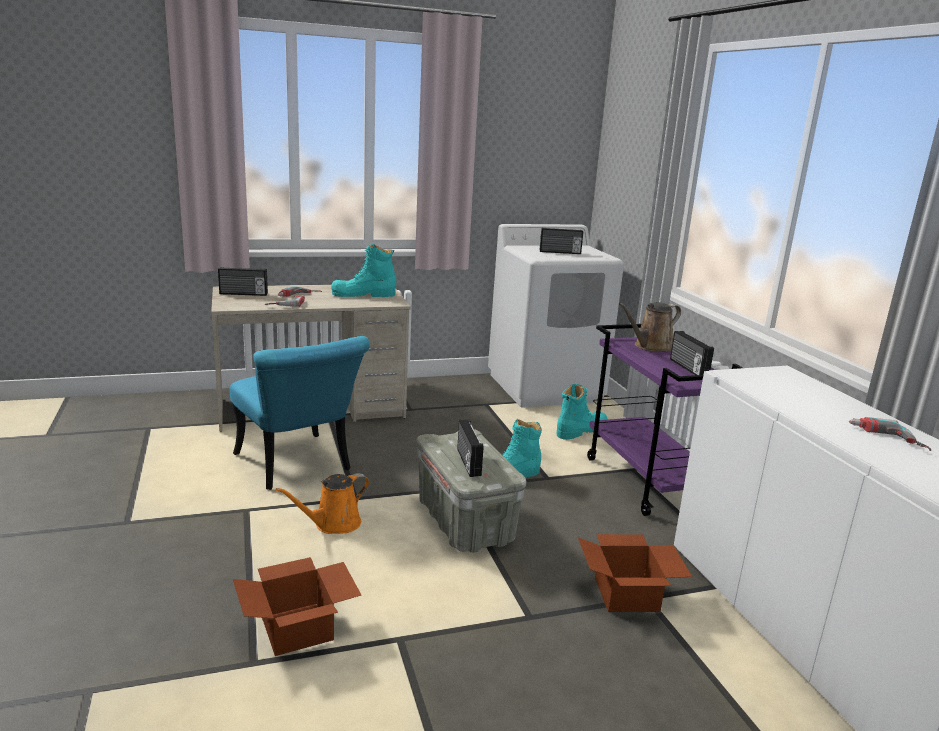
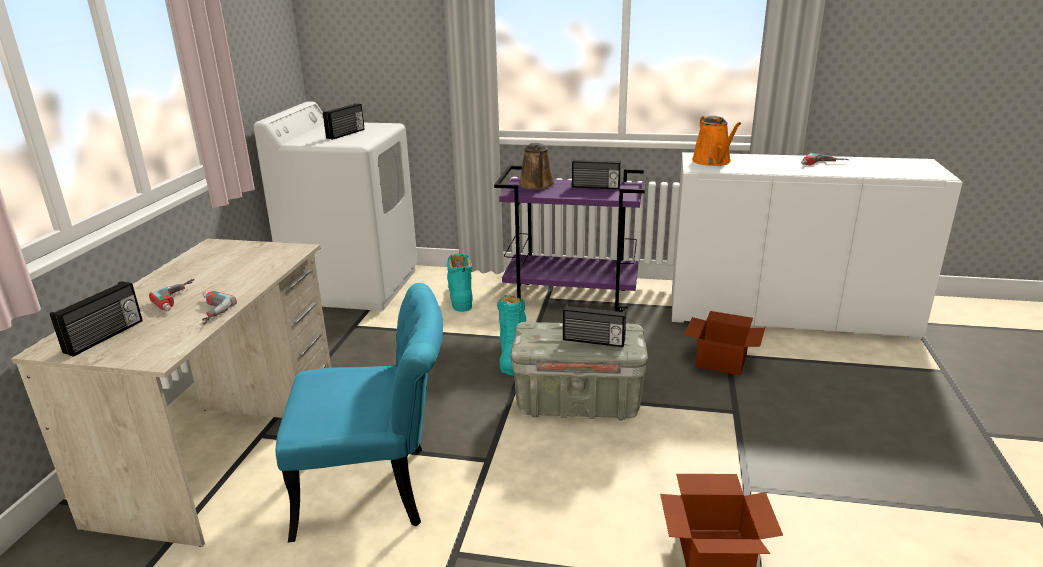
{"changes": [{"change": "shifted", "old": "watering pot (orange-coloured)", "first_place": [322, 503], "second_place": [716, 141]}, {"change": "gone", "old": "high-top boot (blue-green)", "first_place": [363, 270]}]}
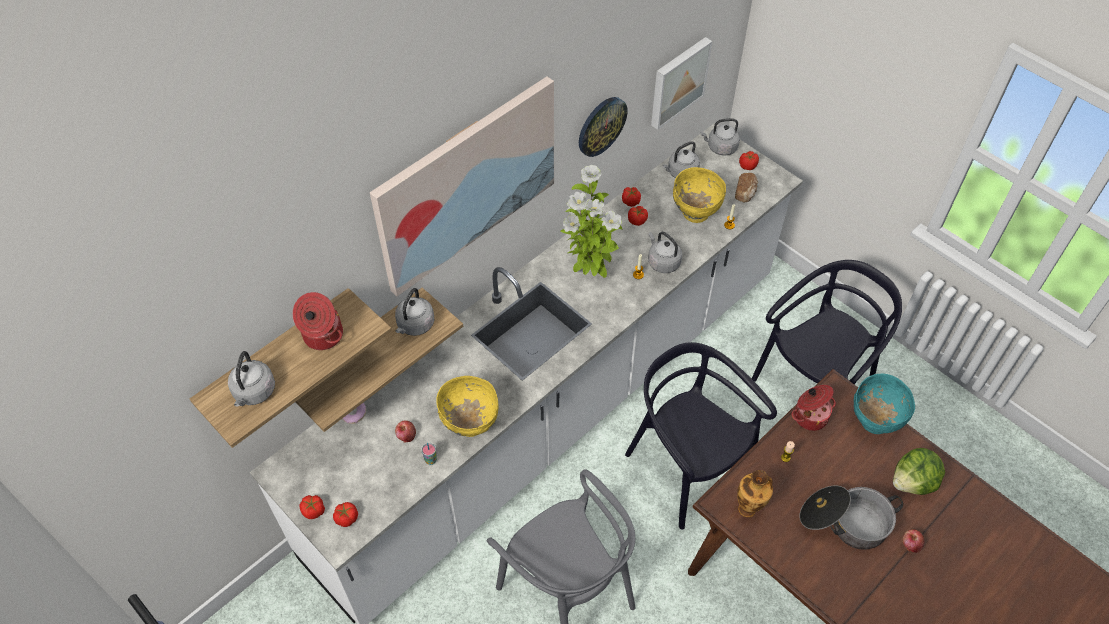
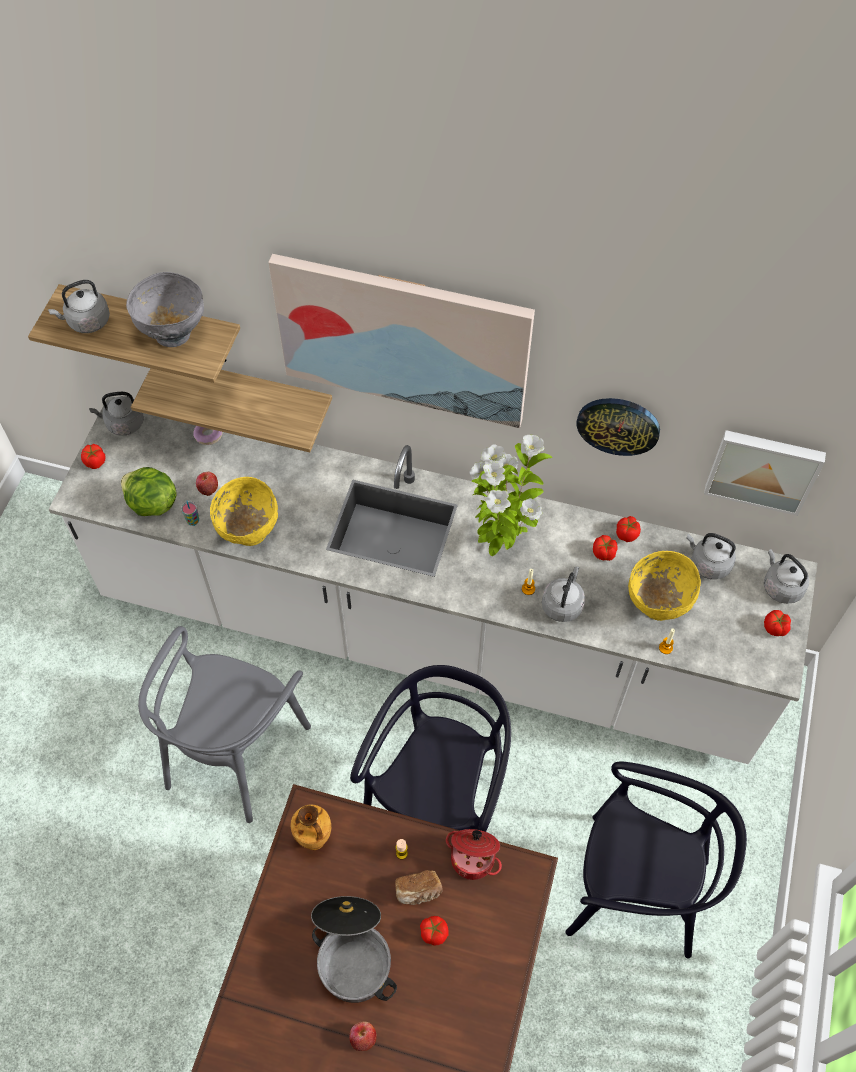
{"changes": [{"change": "shifted", "old": "water kettle (grey)", "first_place": [414, 312], "second_place": [116, 414]}, {"change": "shifted", "old": "lettuce", "first_place": [919, 471], "second_place": [149, 491]}, {"change": "swapped", "old": "stockpot", "new": "serving bowl (grey)", "first_place": [318, 321], "second_place": [165, 309]}, {"change": "shifted", "old": "bakery bread", "first_place": [746, 187], "second_place": [419, 887]}, {"change": "shifted", "old": "tomato", "first_place": [345, 514], "second_place": [434, 931]}, {"change": "gone", "old": "serving bowl (blue-green)", "first_place": [884, 404]}]}
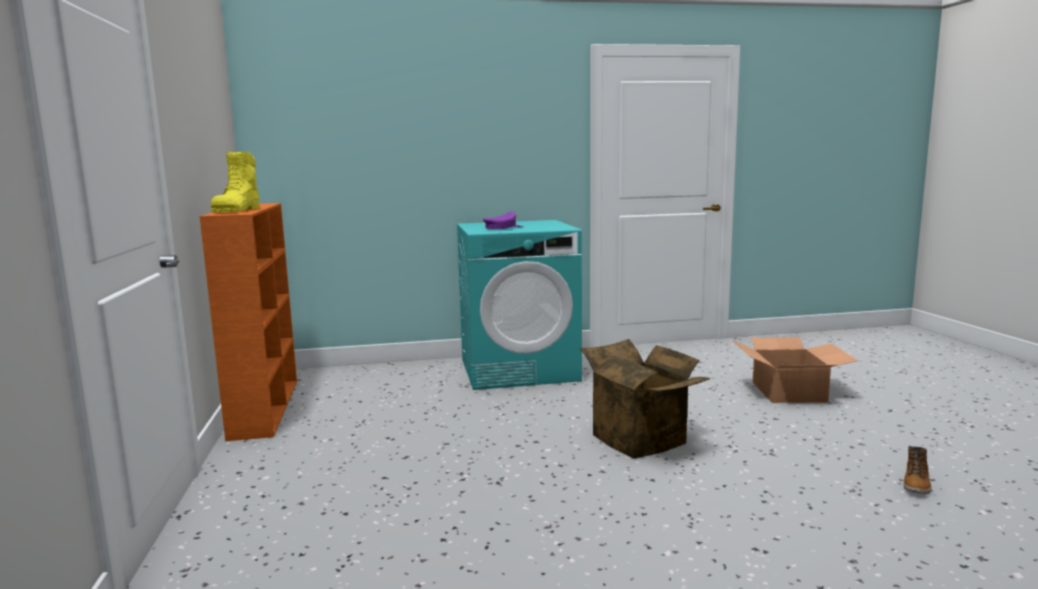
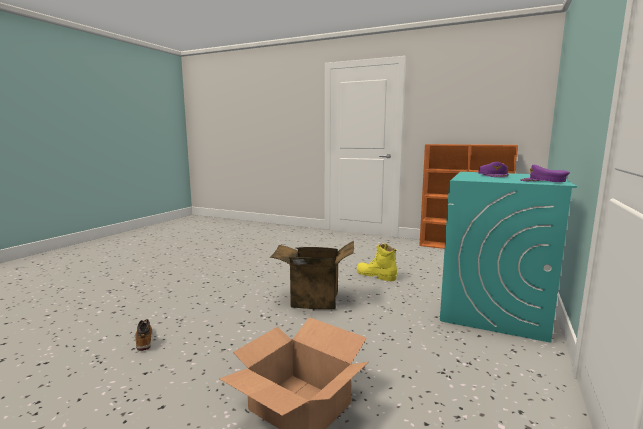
{"changes": [{"change": "shifted", "old": "high-top boot (yellowish)", "first_place": [235, 182], "second_place": [377, 262]}, {"change": "new", "new": "cap (purple)", "second_place": [545, 173]}]}
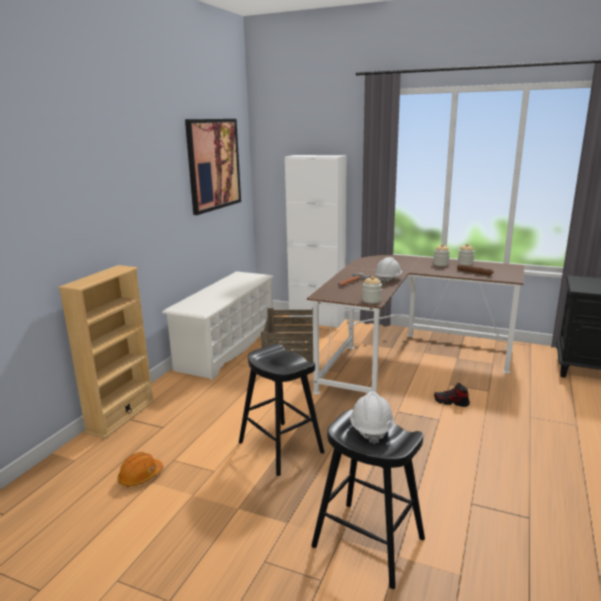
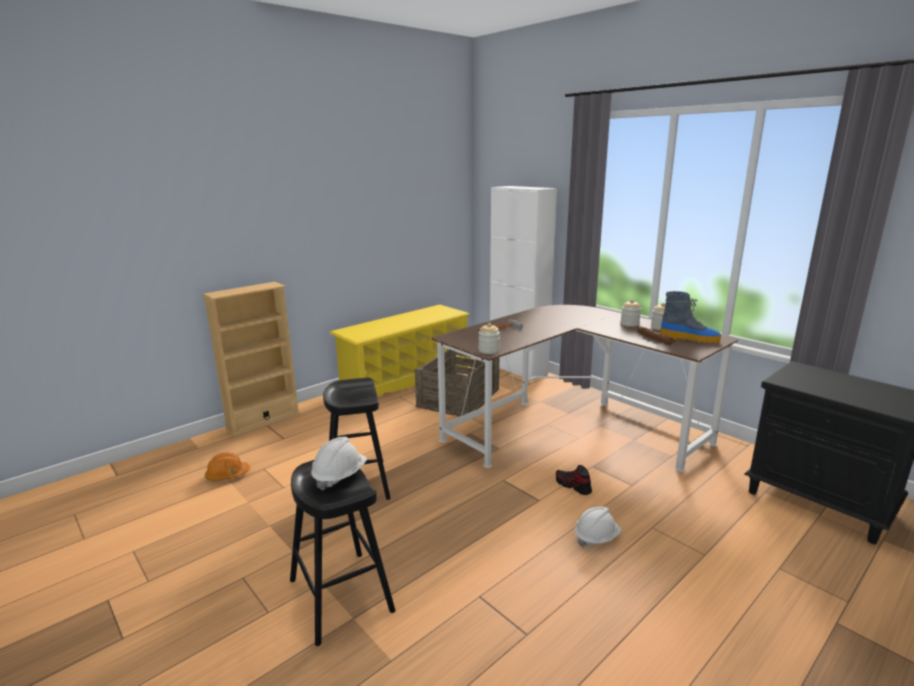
{"changes": [{"change": "repainted", "old": "shoe rack (white-coloured)", "new": "shoe rack (yellowish)", "first_place": [218, 325], "second_place": [399, 351]}, {"change": "shifted", "old": "work helmet (white-coloured)", "first_place": [389, 270], "second_place": [598, 527]}, {"change": "new", "new": "high-top boot", "second_place": [690, 317]}, {"change": "gone", "old": "picture", "first_place": [213, 167]}]}
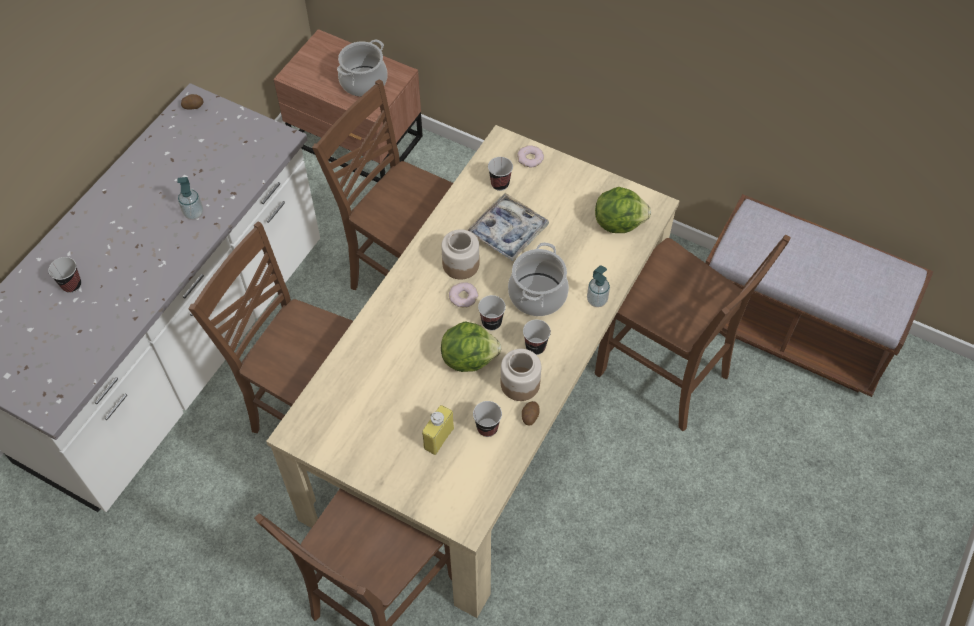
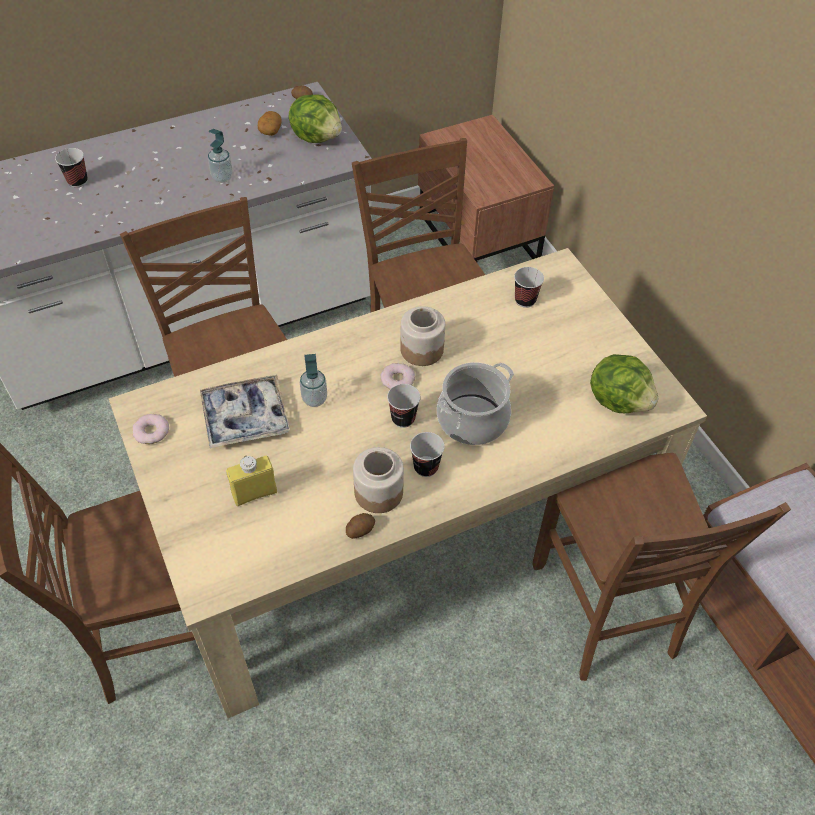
{"changes": [{"change": "shifted", "old": "doughnut", "first_place": [530, 156], "second_place": [150, 429]}, {"change": "shifted", "old": "serving tray", "first_place": [508, 227], "second_place": [245, 411]}, {"change": "new", "new": "whole potato", "second_place": [269, 123]}, {"change": "shifted", "old": "lettuce", "first_place": [471, 346], "second_place": [315, 118]}, {"change": "shifted", "old": "liquid soap bottle", "first_place": [598, 286], "second_place": [313, 380]}, {"change": "gone", "old": "stockpot", "first_place": [362, 68]}, {"change": "gone", "old": "small cup", "first_place": [487, 419]}]}
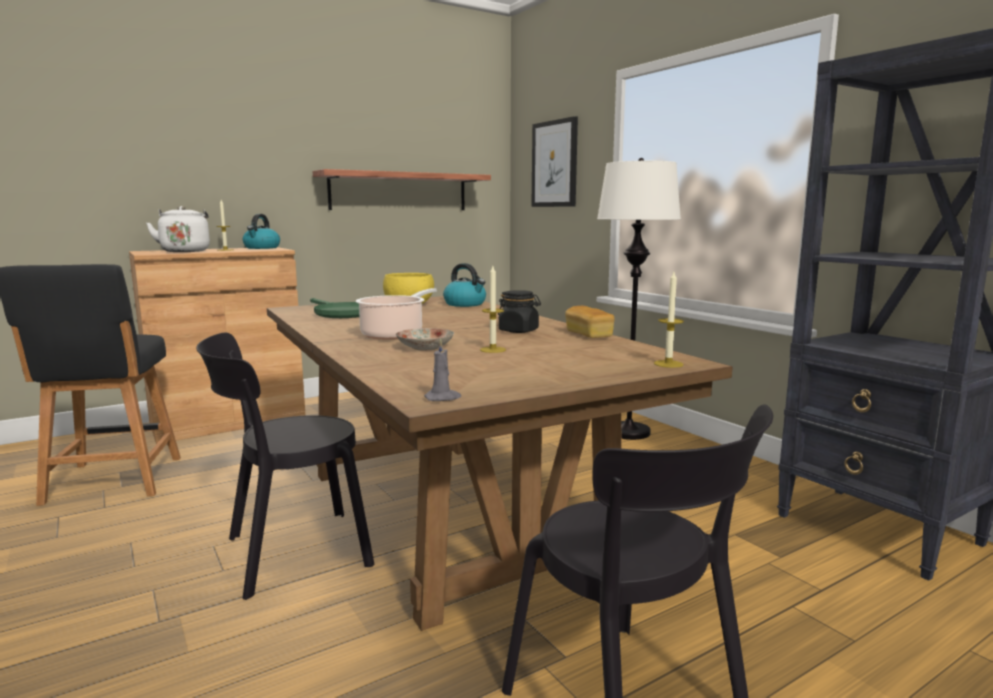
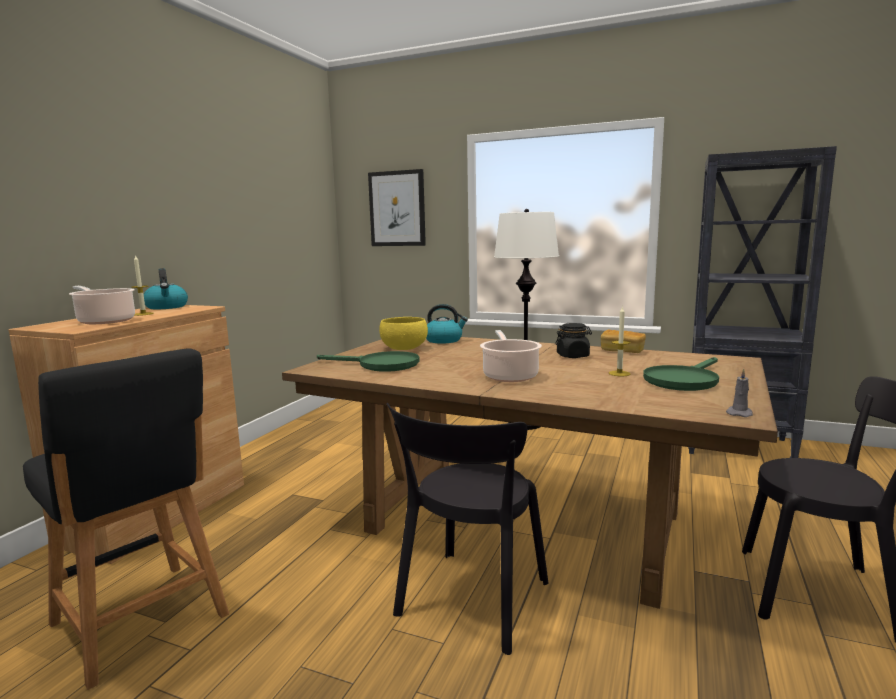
{"changes": [{"change": "swapped", "old": "water kettle (white-coloured)", "new": "stockpot", "first_place": [178, 229], "second_place": [102, 305]}, {"change": "new", "new": "frying pan (greenish)", "second_place": [681, 374]}, {"change": "gone", "old": "bracket shelf", "first_place": [402, 189]}, {"change": "gone", "old": "plate", "first_place": [425, 339]}, {"change": "gone", "old": "wax candle", "first_place": [669, 320]}]}
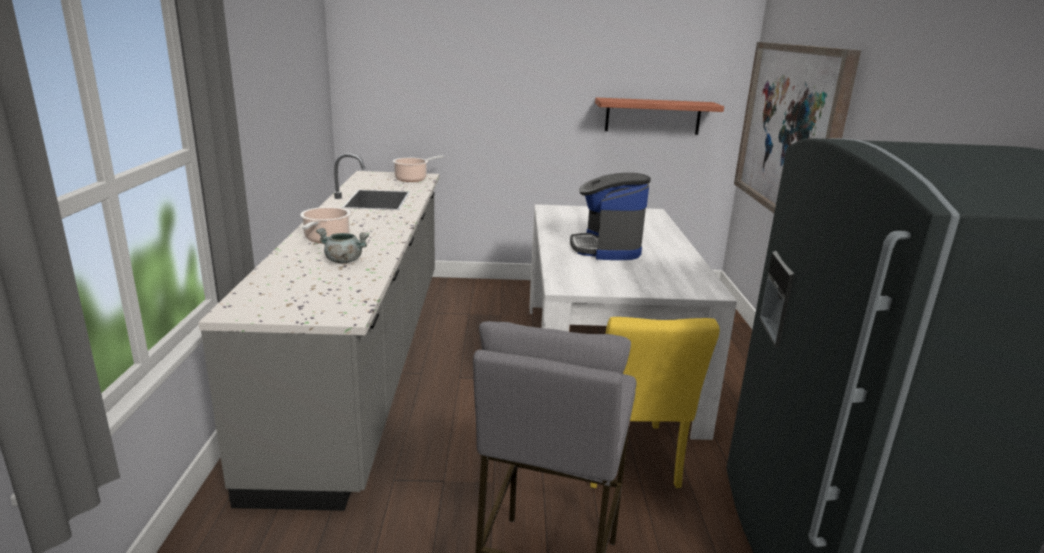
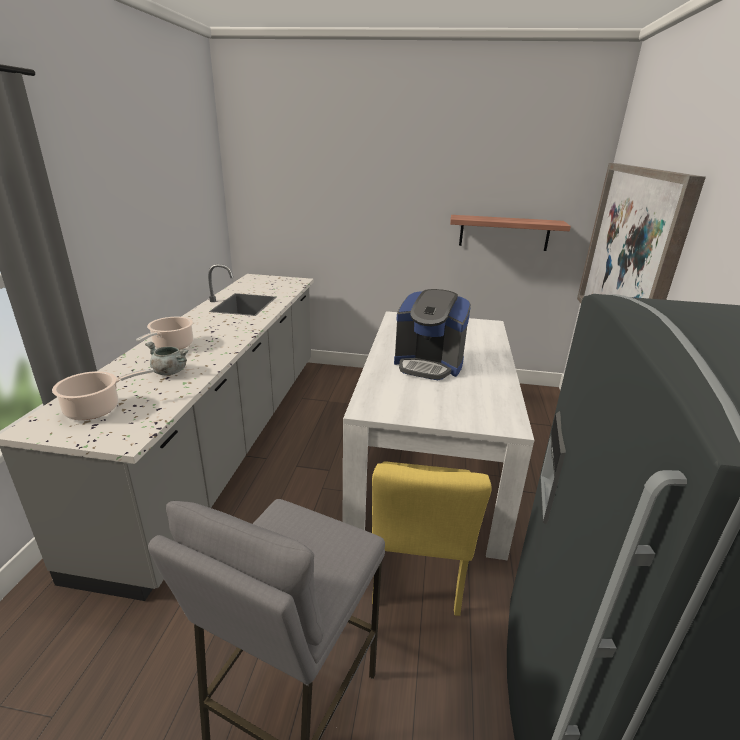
{"changes": [{"change": "shifted", "old": "stockpot", "first_place": [418, 168], "second_place": [103, 394]}, {"change": "rotated", "old": "coffee brewer", "first_place": [610, 216], "second_place": [432, 334], "degrees": -75}]}
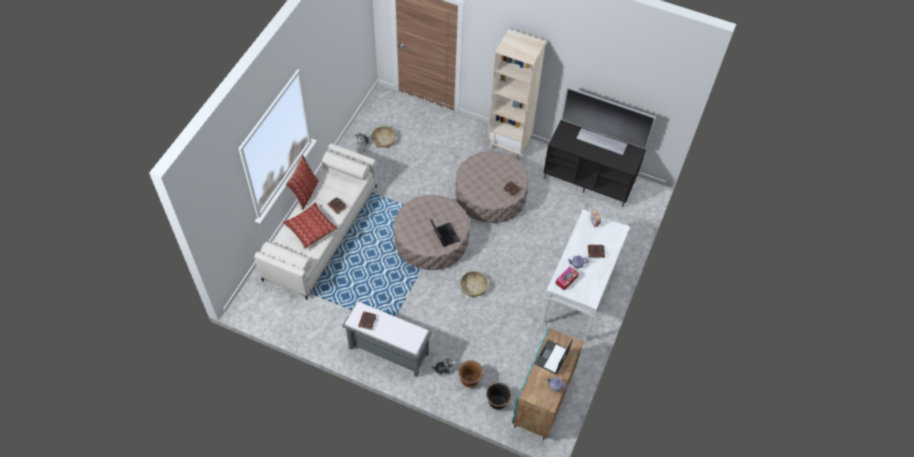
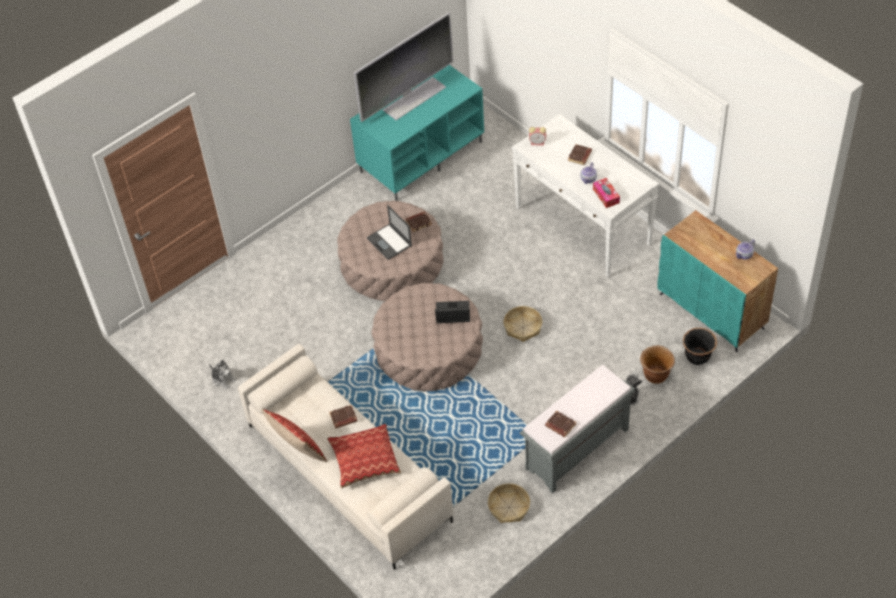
{"changes": [{"change": "repainted", "old": "tv unit (black)", "new": "tv unit (blue-green)", "first_place": [595, 163], "second_place": [417, 133]}, {"change": "shifted", "old": "laptop", "first_place": [553, 357], "second_place": [389, 232]}, {"change": "shifted", "old": "storage basket", "first_place": [383, 137], "second_place": [509, 503]}, {"change": "gone", "old": "bookshelf (sand-coloured)", "first_place": [516, 95]}]}
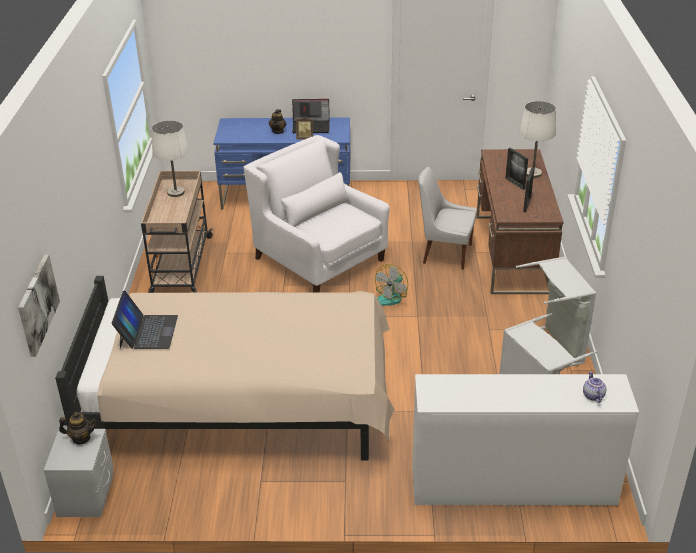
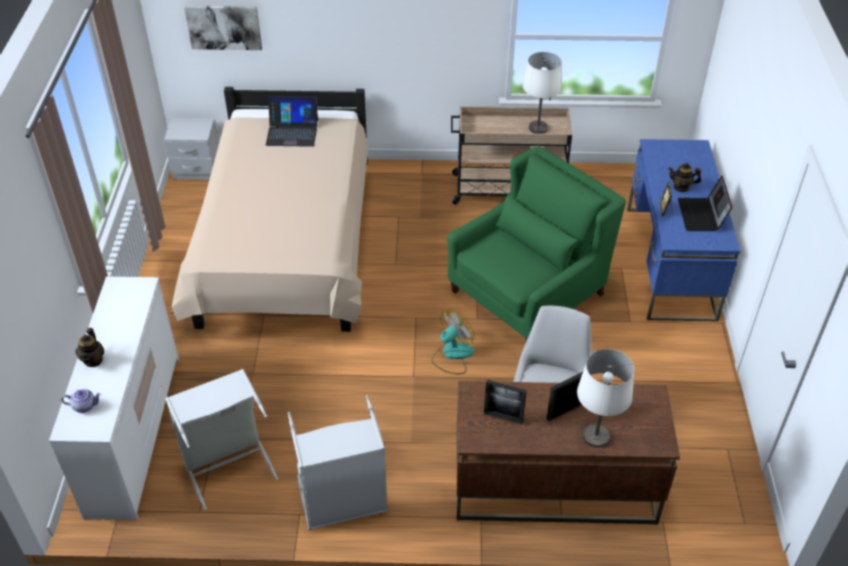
{"changes": [{"change": "shifted", "old": "tea pot", "first_place": [78, 428], "second_place": [89, 347]}, {"change": "rotated", "old": "electric fan", "first_place": [391, 285], "second_place": [453, 341], "degrees": 105}, {"change": "repainted", "old": "armchair (white-coloured)", "new": "armchair (greenish)", "first_place": [317, 214], "second_place": [536, 243]}]}
